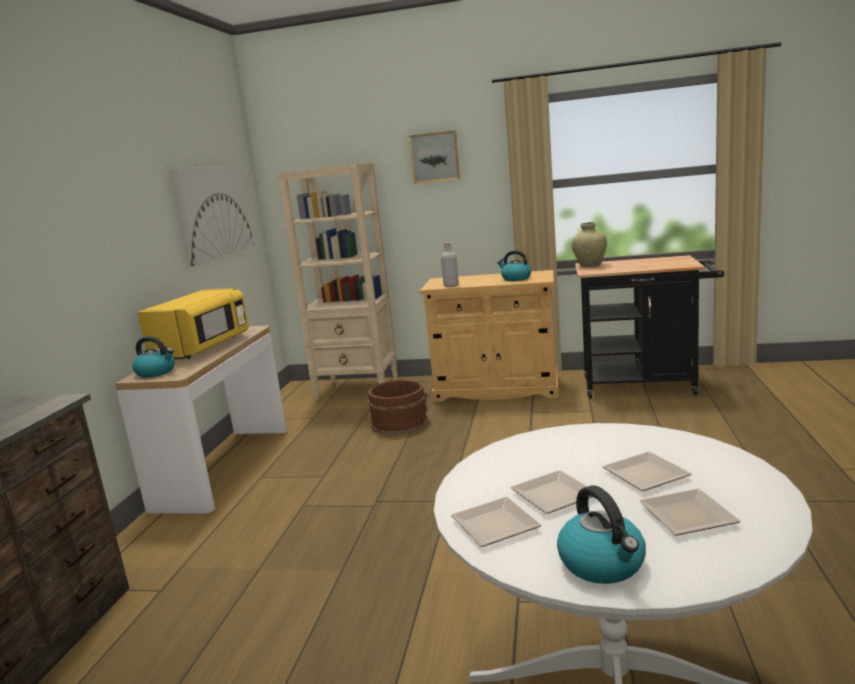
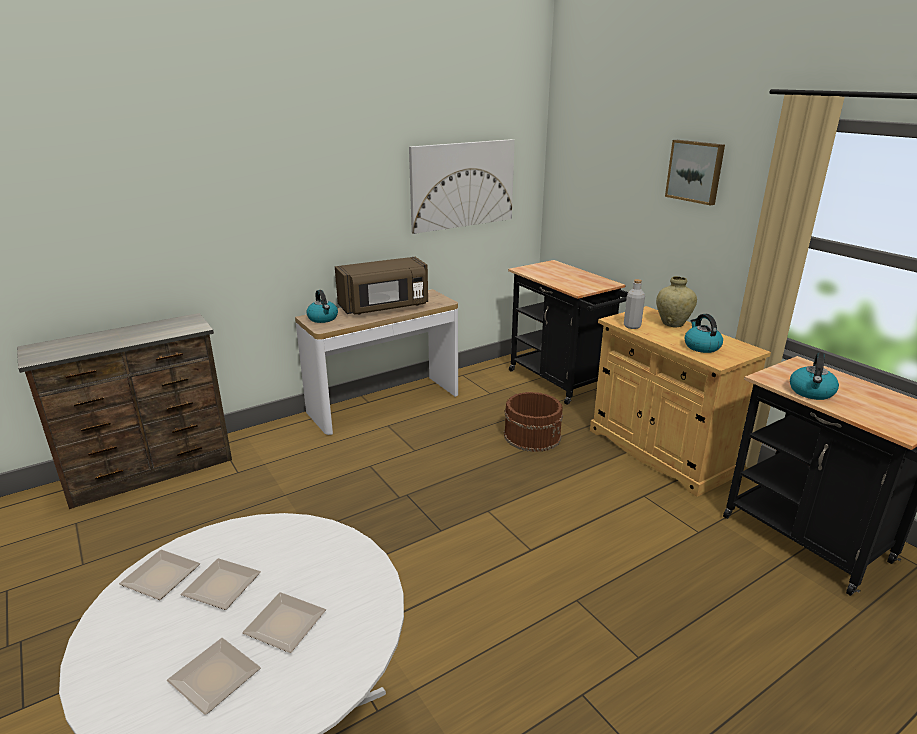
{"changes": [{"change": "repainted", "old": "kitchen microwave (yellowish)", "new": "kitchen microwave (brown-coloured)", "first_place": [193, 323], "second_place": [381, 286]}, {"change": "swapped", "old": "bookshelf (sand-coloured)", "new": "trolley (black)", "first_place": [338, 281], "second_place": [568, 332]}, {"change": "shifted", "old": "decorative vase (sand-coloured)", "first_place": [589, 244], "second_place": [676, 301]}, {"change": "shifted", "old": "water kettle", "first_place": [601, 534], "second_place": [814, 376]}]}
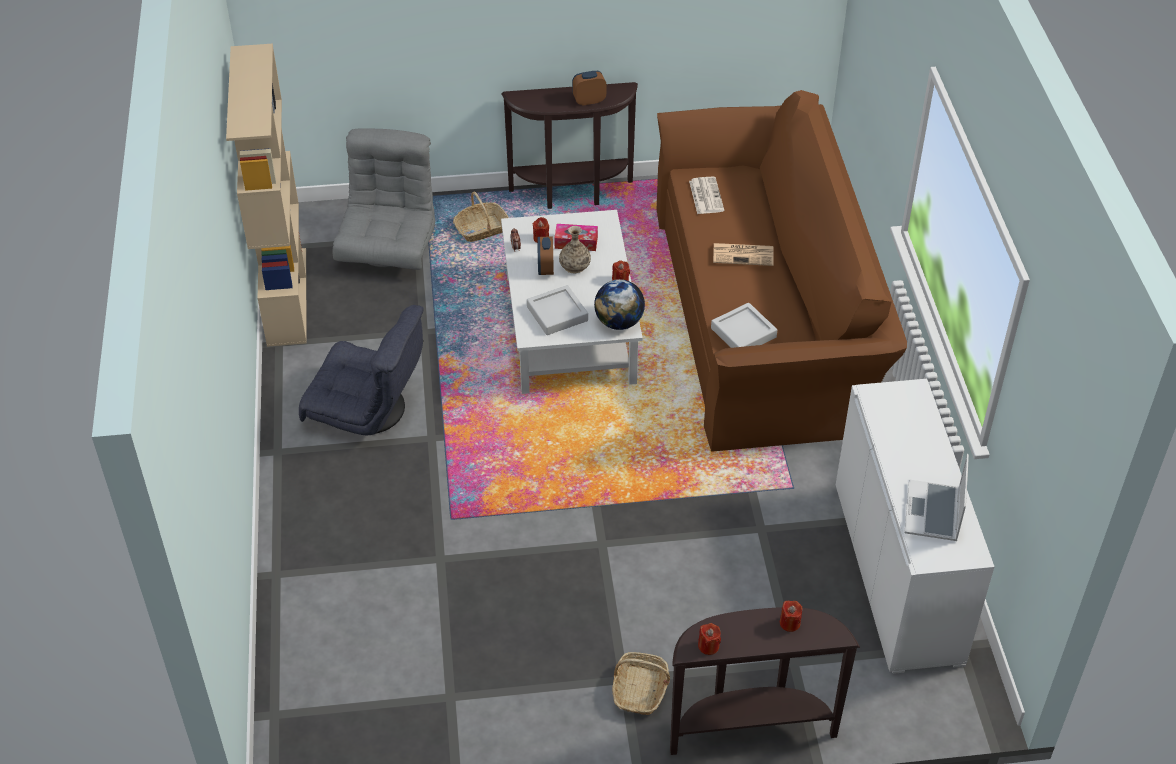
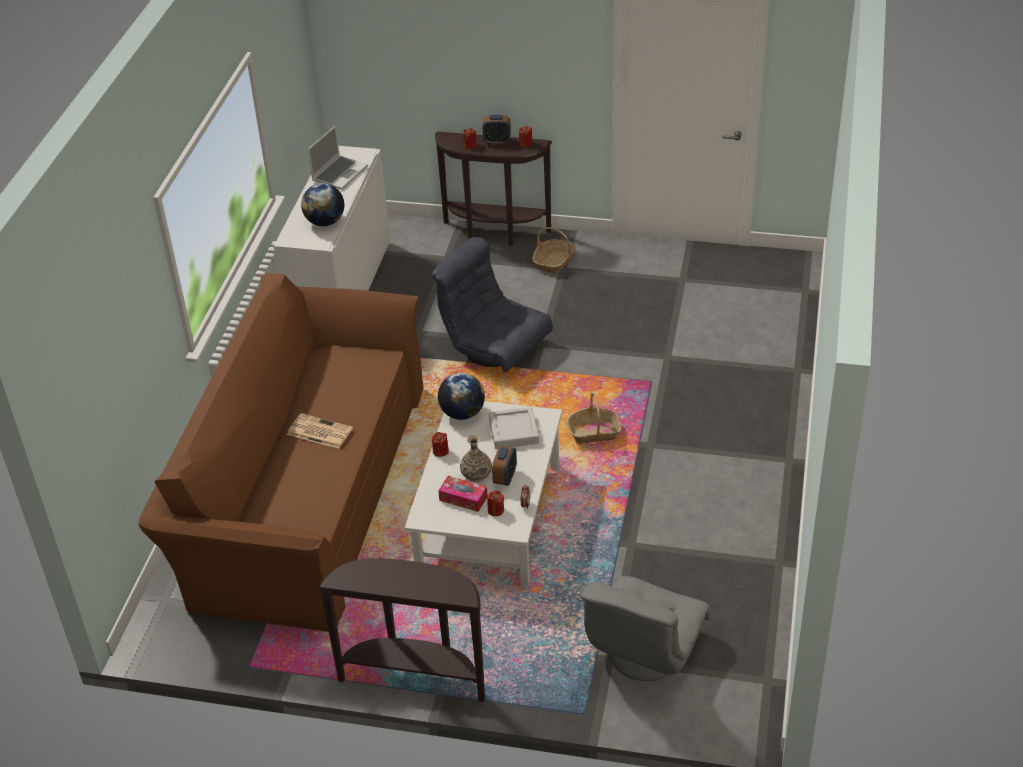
{"changes": [{"change": "new", "new": "desk globe", "second_place": [322, 204]}, {"change": "shifted", "old": "armchair (grey)", "first_place": [361, 370], "second_place": [492, 305]}, {"change": "shifted", "old": "table clock", "first_place": [589, 88], "second_place": [496, 129]}, {"change": "shifted", "old": "storage basket", "first_place": [481, 217], "second_place": [594, 418]}, {"change": "gone", "old": "bookshelf (sand-coloured)", "first_place": [266, 195]}, {"change": "gone", "old": "newspaper", "first_place": [706, 195]}, {"change": "gone", "old": "serving tray (grey)", "first_place": [744, 325]}]}
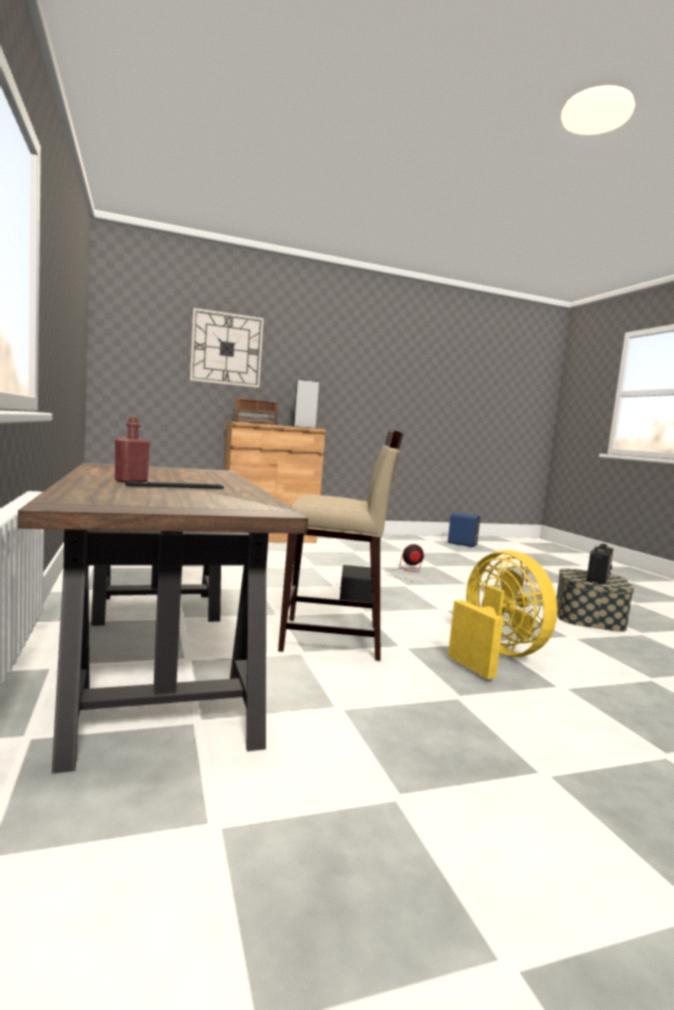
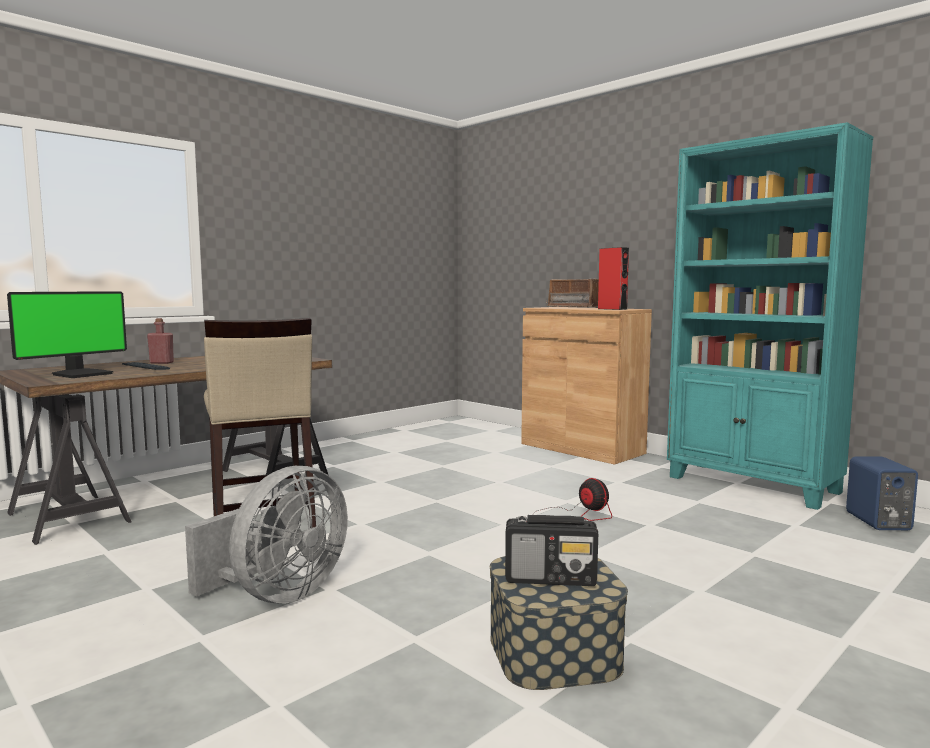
{"changes": [{"change": "new", "new": "computer display", "second_place": [67, 334]}, {"change": "repainted", "old": "electric fan (yellowish)", "new": "electric fan (grey)", "first_place": [503, 614], "second_place": [266, 535]}, {"change": "repainted", "old": "audio speaker (grey)", "new": "audio speaker (reddish)", "first_place": [306, 404], "second_place": [613, 278]}, {"change": "new", "new": "bookshelf (blue-green)", "second_place": [770, 316]}, {"change": "gone", "old": "clock on the wall", "first_place": [227, 348]}, {"change": "gone", "old": "storage container (black)", "first_place": [356, 584]}]}
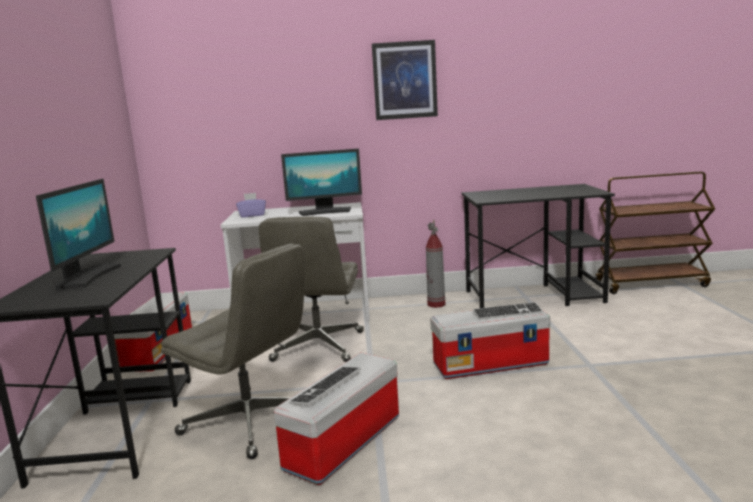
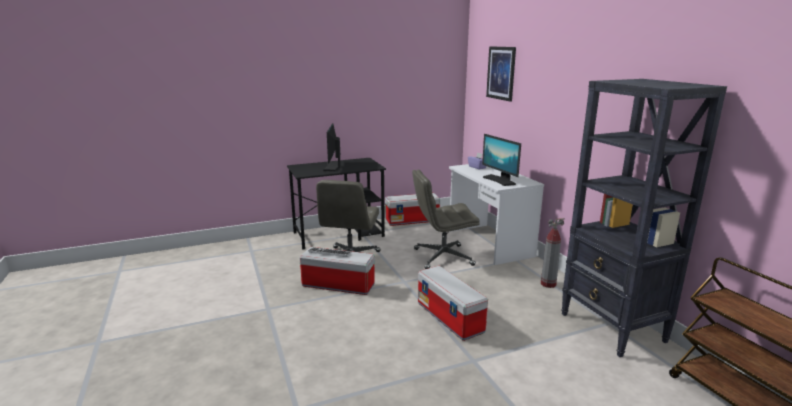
{"changes": [{"change": "rotated", "old": "computer display", "first_place": [78, 234], "second_place": [332, 147], "degrees": 105}, {"change": "shifted", "old": "picture", "first_place": [405, 80], "second_place": [501, 74]}, {"change": "swapped", "old": "desk table (black)", "new": "bookshelf (black)", "first_place": [538, 246], "second_place": [644, 218]}, {"change": "gone", "old": "keyboard", "first_place": [508, 311]}]}
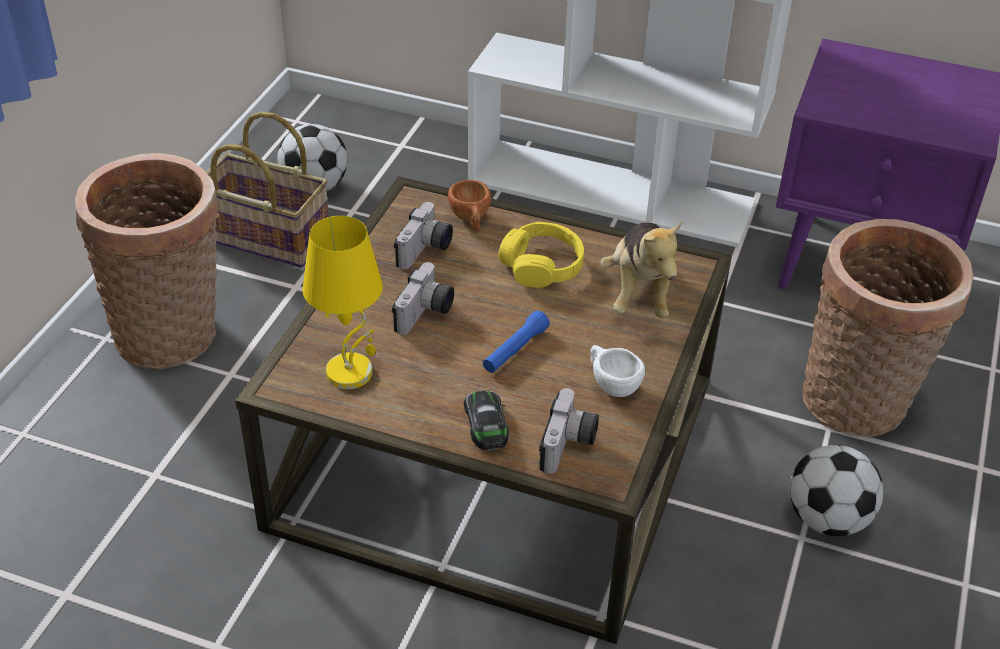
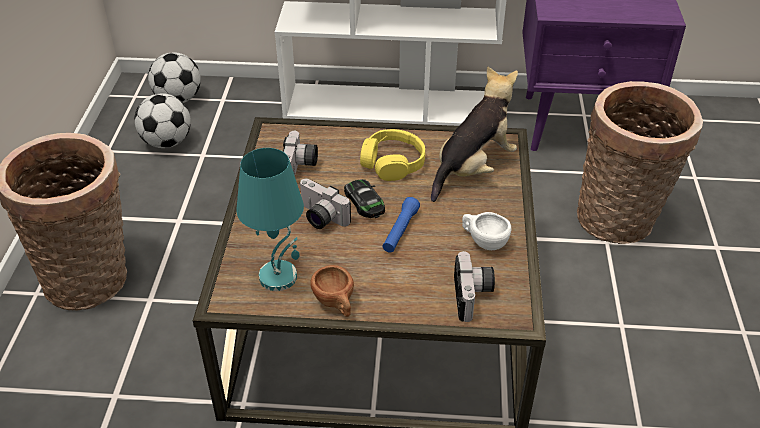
{"changes": [{"change": "shifted", "old": "football", "first_place": [836, 490], "second_place": [174, 77]}, {"change": "repainted", "old": "tabletop lamp (yellowish)", "new": "tabletop lamp (blue-green)", "first_place": [342, 302], "second_place": [270, 219]}, {"change": "rotated", "old": "photo camera", "first_place": [423, 298], "second_place": [325, 204], "degrees": 120}, {"change": "shifted", "old": "small cup (brown-coloured)", "first_place": [469, 205], "second_place": [332, 291]}, {"change": "shifted", "old": "miniature car", "first_place": [486, 421], "second_place": [364, 198]}, {"change": "rotated", "old": "plush toy", "first_place": [641, 270], "second_place": [474, 134], "degrees": -120}, {"change": "gone", "old": "storage basket", "first_place": [267, 189]}]}
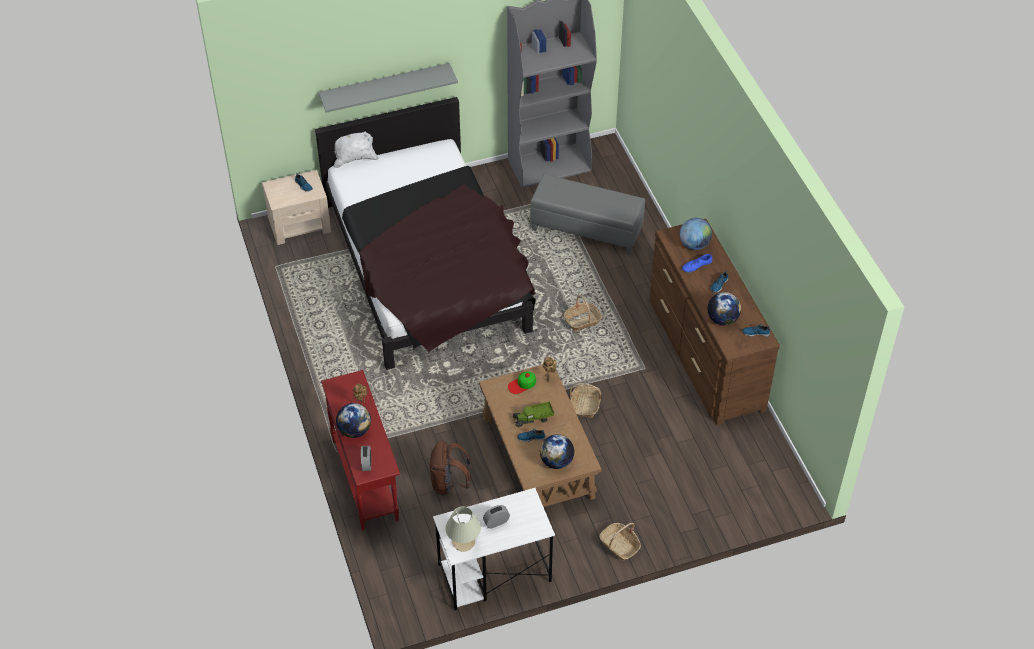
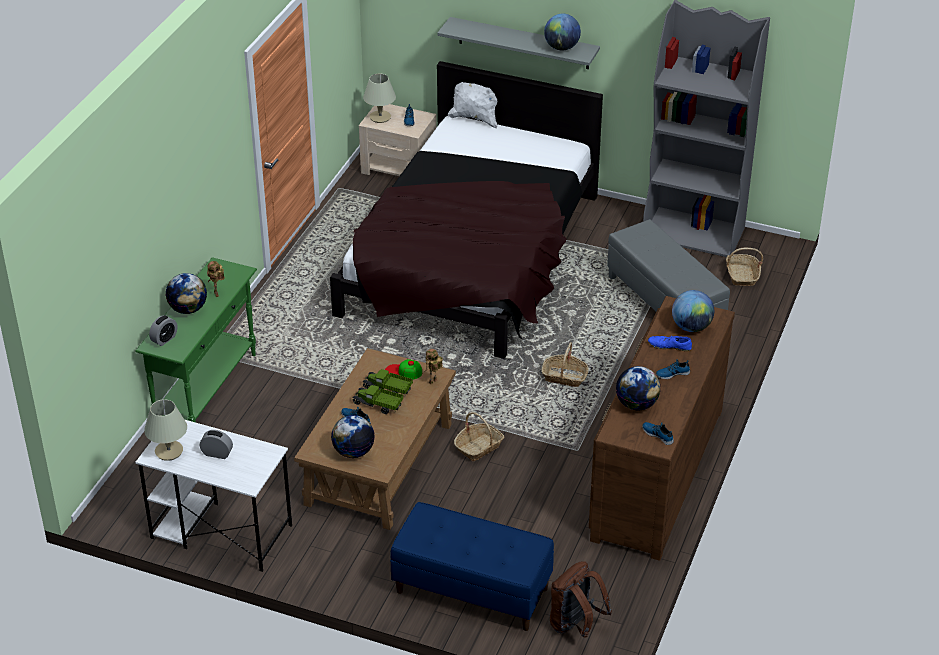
{"changes": [{"change": "repainted", "old": "narrow table (reddish)", "new": "narrow table (greenish)", "first_place": [360, 450], "second_place": [196, 339]}, {"change": "new", "new": "model truck", "second_place": [387, 382]}, {"change": "new", "new": "tabletop lamp (sand-coloured)", "second_place": [379, 98]}, {"change": "new", "new": "indoor bench (blue)", "second_place": [472, 566]}, {"change": "new", "new": "desk globe", "second_place": [562, 32]}, {"change": "shifted", "old": "backpack (brown-coloured)", "first_place": [450, 467], "second_place": [581, 599]}, {"change": "shifted", "old": "storage basket", "first_place": [620, 542], "second_place": [744, 266]}]}
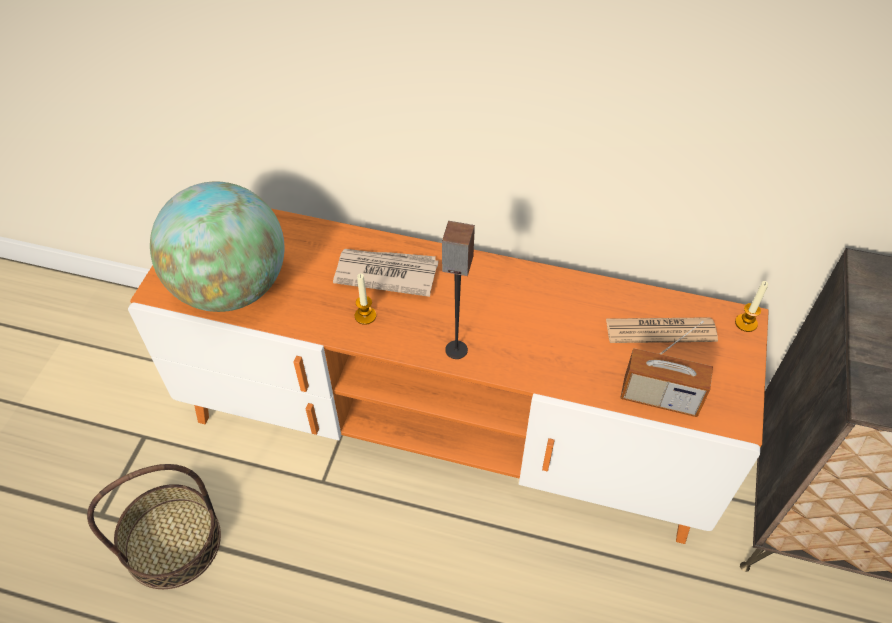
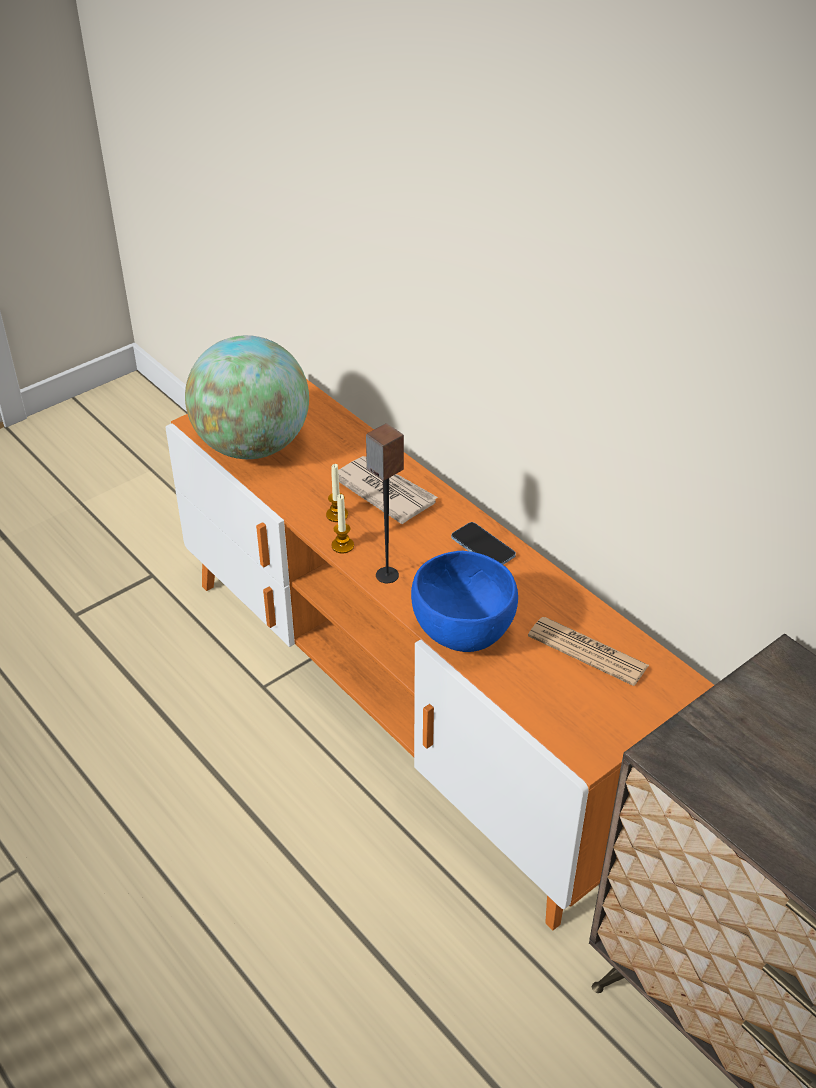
{"changes": [{"change": "shifted", "old": "wax candle", "first_place": [751, 306], "second_place": [342, 524]}, {"change": "new", "new": "serving bowl (blue)", "second_place": [464, 601]}, {"change": "new", "new": "phone", "second_place": [483, 543]}, {"change": "gone", "old": "storage basket", "first_place": [154, 526]}, {"change": "gone", "old": "radio receiver", "first_place": [666, 369]}]}
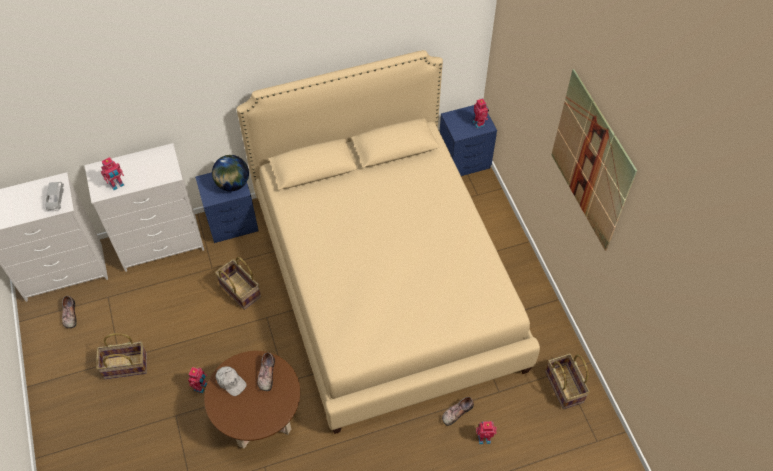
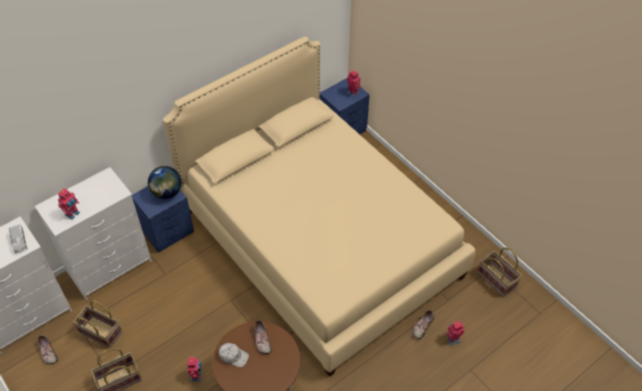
{"changes": [{"change": "shifted", "old": "storage basket", "first_place": [238, 283], "second_place": [97, 324]}, {"change": "gone", "old": "picture", "first_place": [594, 160]}]}
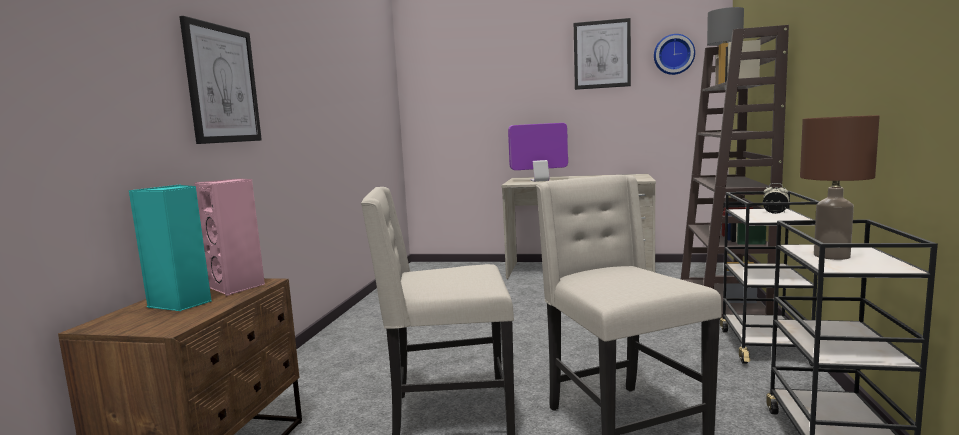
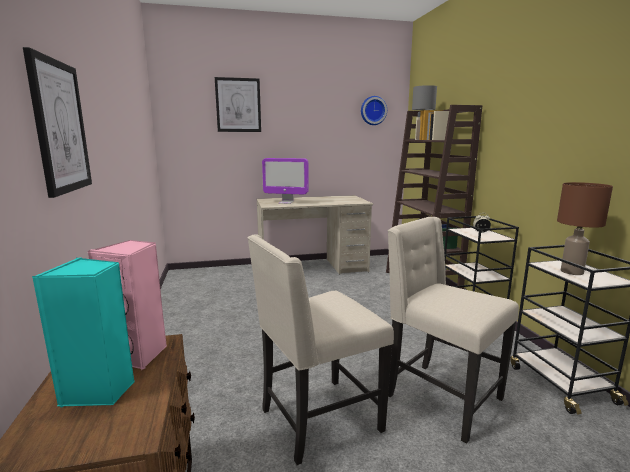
{"changes": [{"change": "shifted", "old": "picture", "first_place": [602, 54], "second_place": [238, 104]}, {"change": "rotated", "old": "computer display", "first_place": [538, 152], "second_place": [285, 181], "degrees": -135}]}
